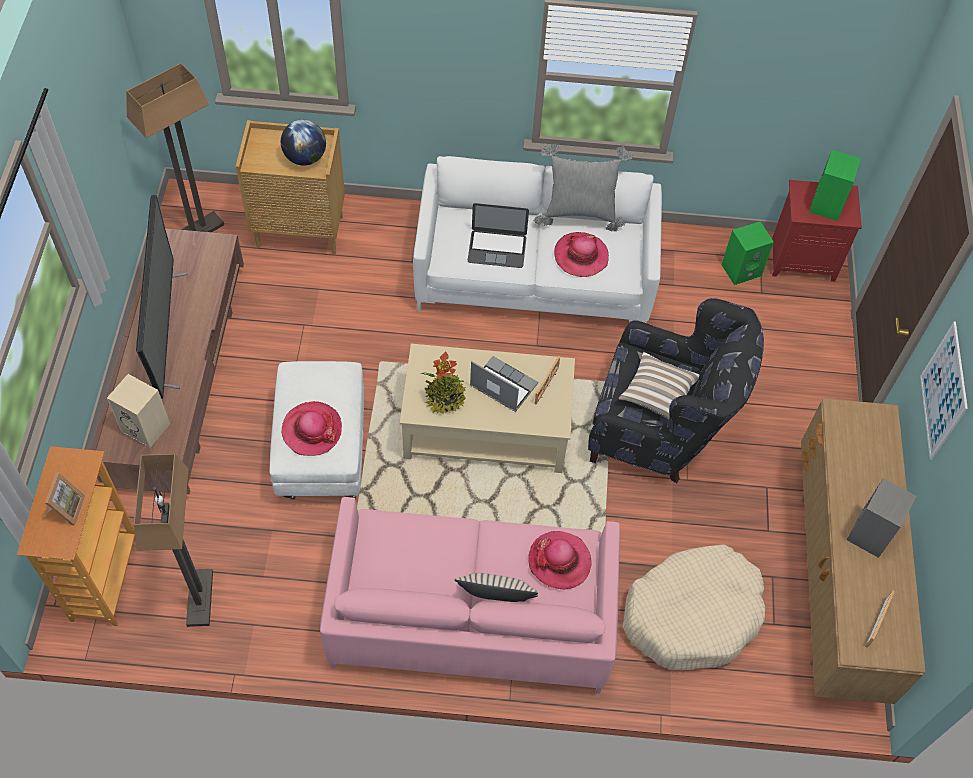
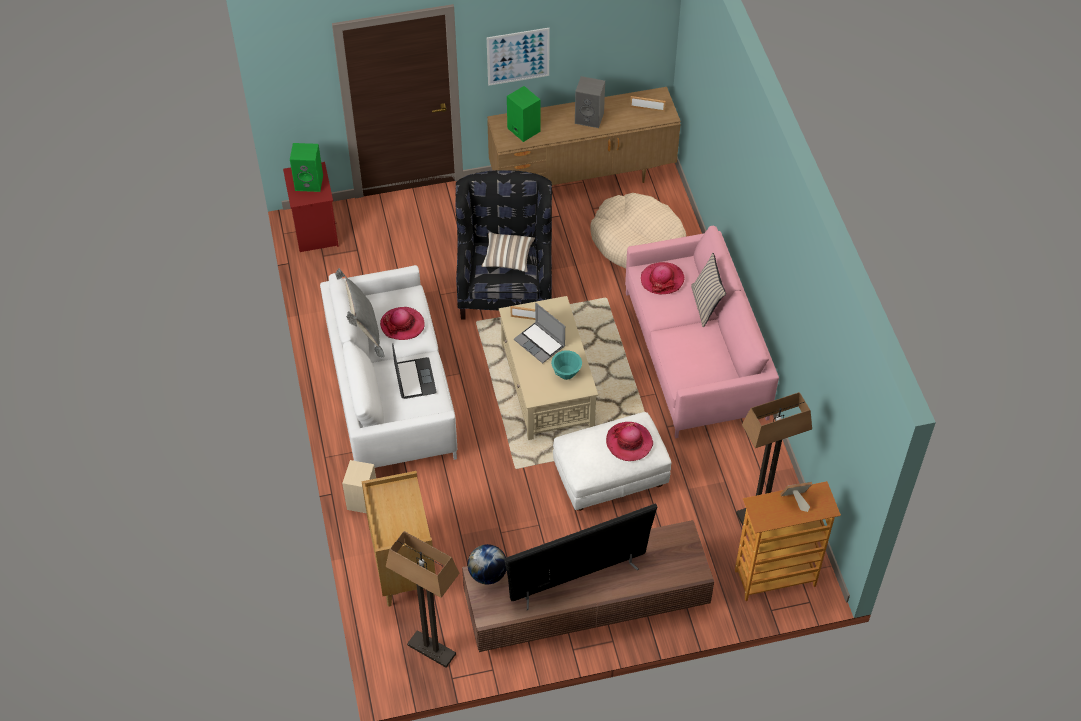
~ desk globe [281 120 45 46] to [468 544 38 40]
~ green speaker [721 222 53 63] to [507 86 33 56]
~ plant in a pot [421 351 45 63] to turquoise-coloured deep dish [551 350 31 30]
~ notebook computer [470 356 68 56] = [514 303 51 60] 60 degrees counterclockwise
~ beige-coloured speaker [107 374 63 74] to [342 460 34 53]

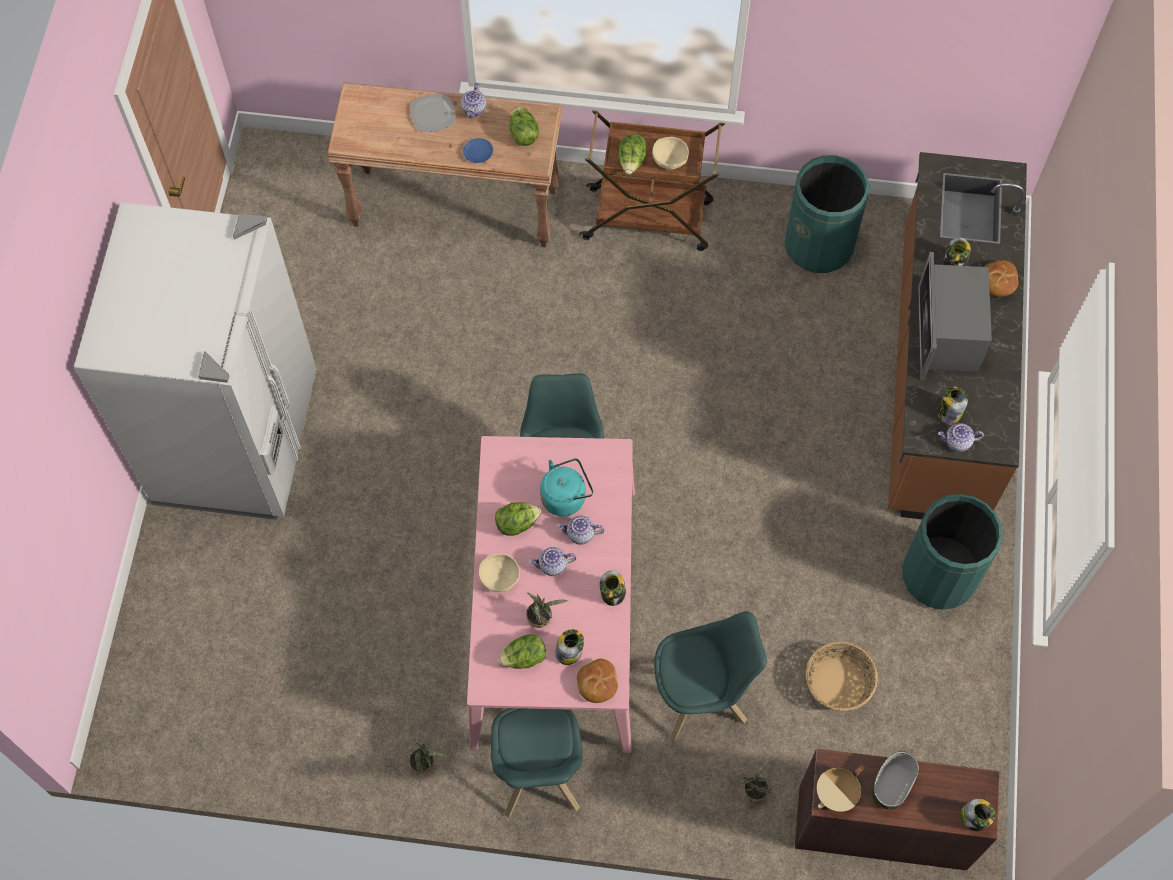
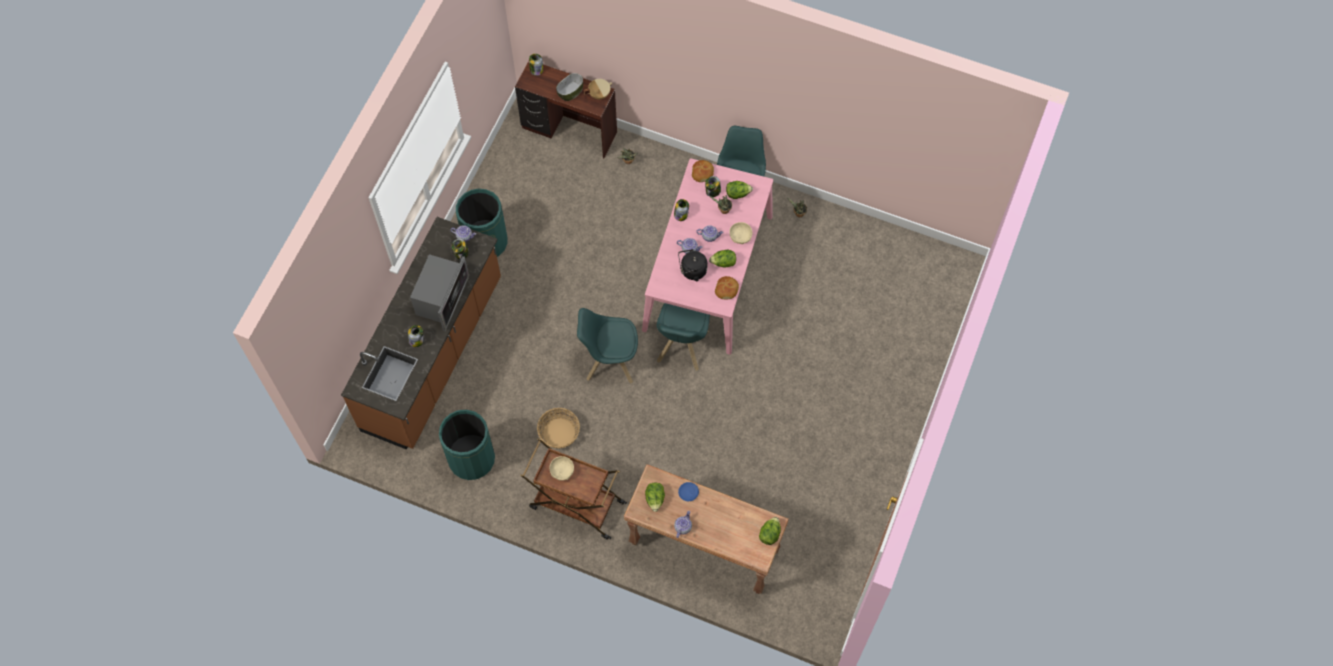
- flat dish [410 94 46 38]
~ lettuce [618 134 29 40] to [759 517 22 28]
- white fridge [74 202 242 318]
~ bread [984 260 34 37] to [715 276 24 23]
~ turquoise-coloured kettle [540 458 53 58] to black kettle [678 249 30 32]
~ turquoise-coloured chair [653 611 114 130] to [577 308 61 75]
~ storage basket [806 641 72 70] to [537 408 43 41]

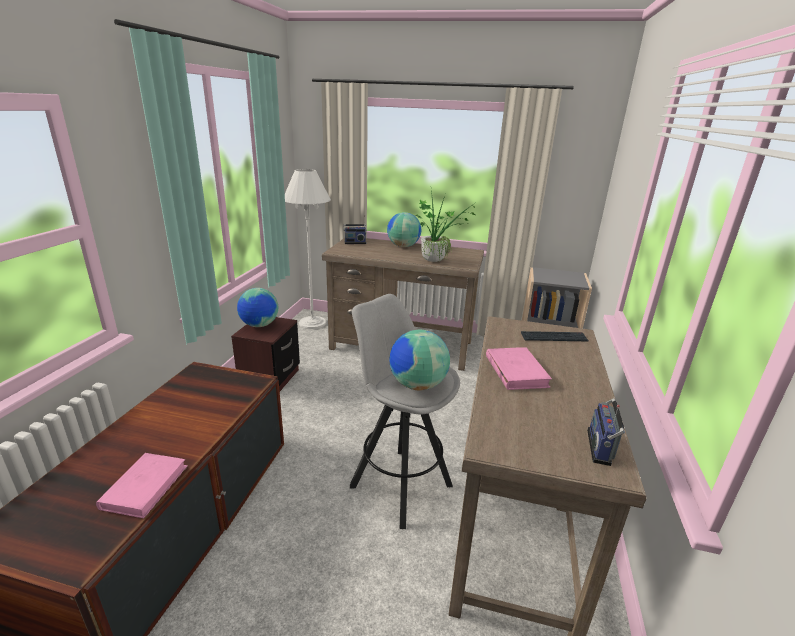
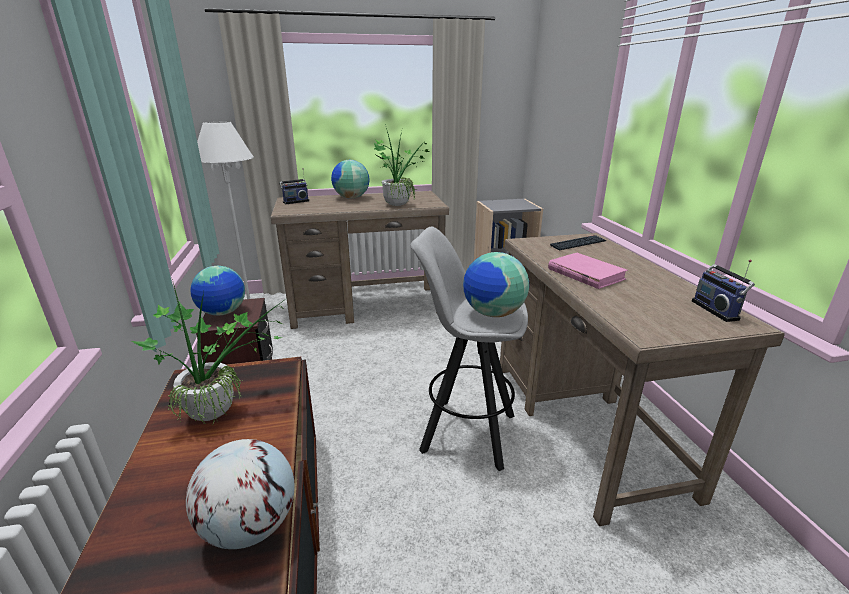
~ pink-coloured bound book [96 453 92 65] to desk globe [186 439 109 110]
+ plant in a pot [131 279 156 146]

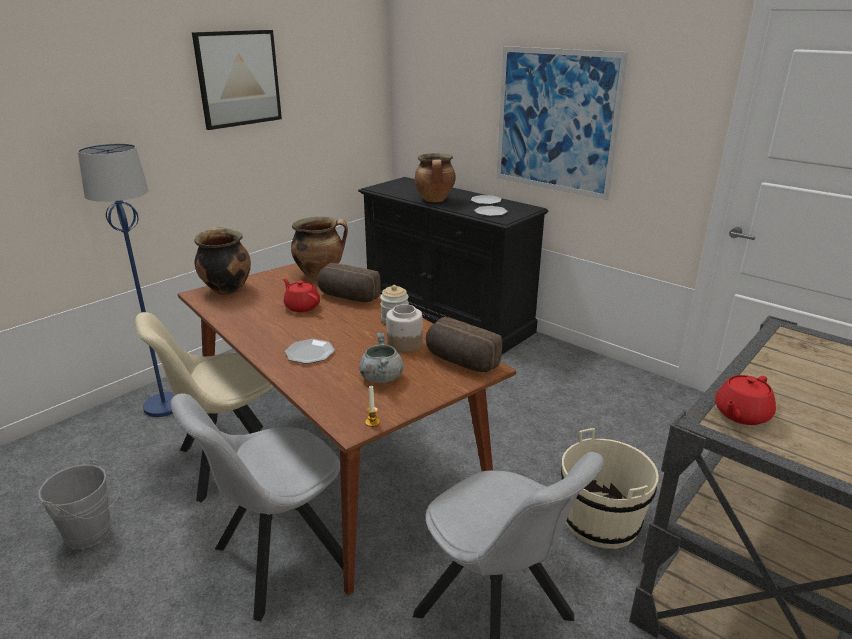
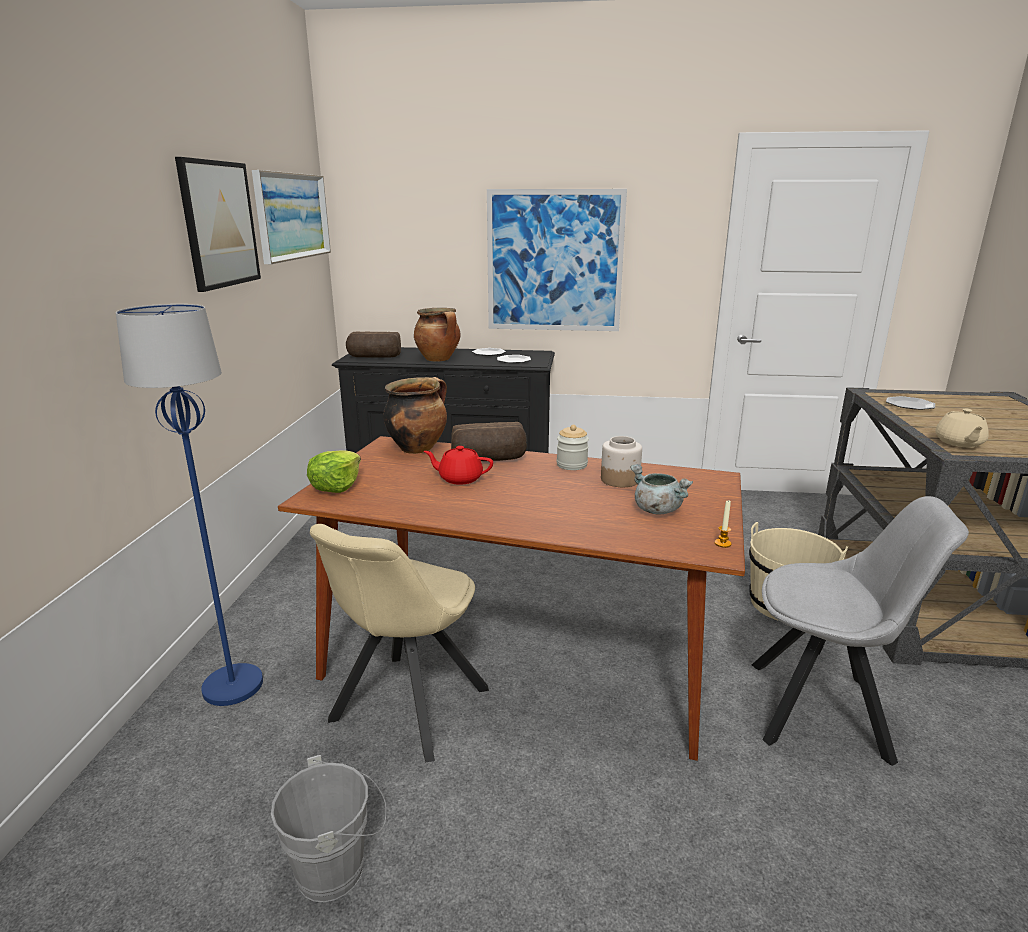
~ saucepot [194 227 57 68] to lettuce [307 450 54 43]
~ bread [426 317 76 55] to [346 332 55 26]
~ flat dish [285 339 50 25] to [886 396 49 14]
~ reddish teapot [715 375 61 50] to beige-coloured teapot [935 408 54 39]
- greyish chair [171 394 172 228]
+ wall picture [252 170 79 94]

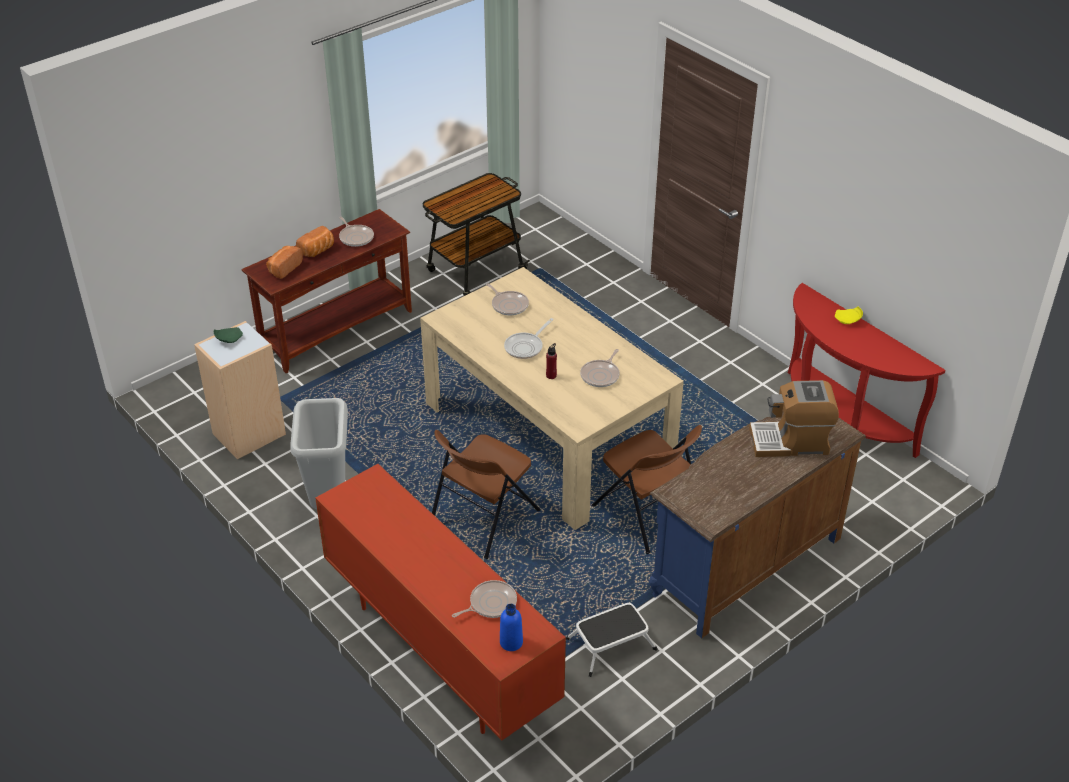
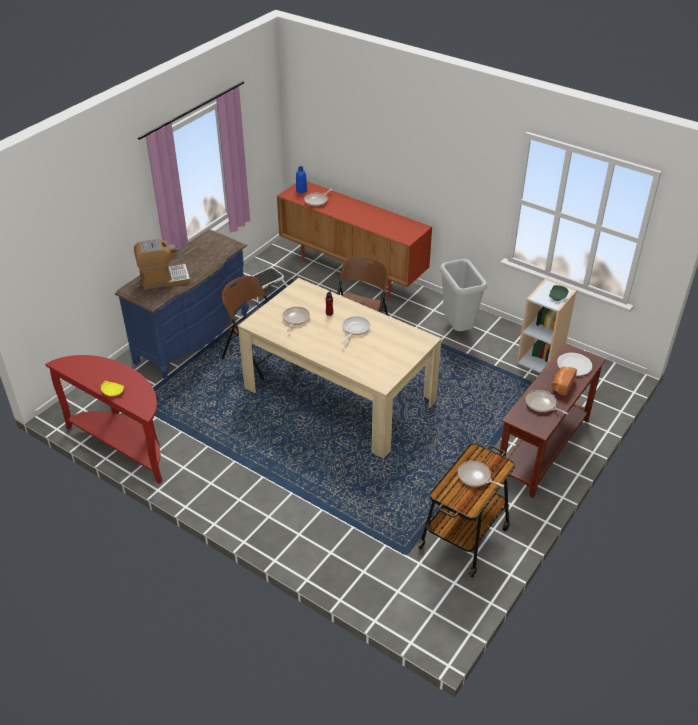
~ bread [266 246 37 33] to white flat dish [557 353 35 23]
~ skillet [486 283 43 32] to [458 461 46 26]

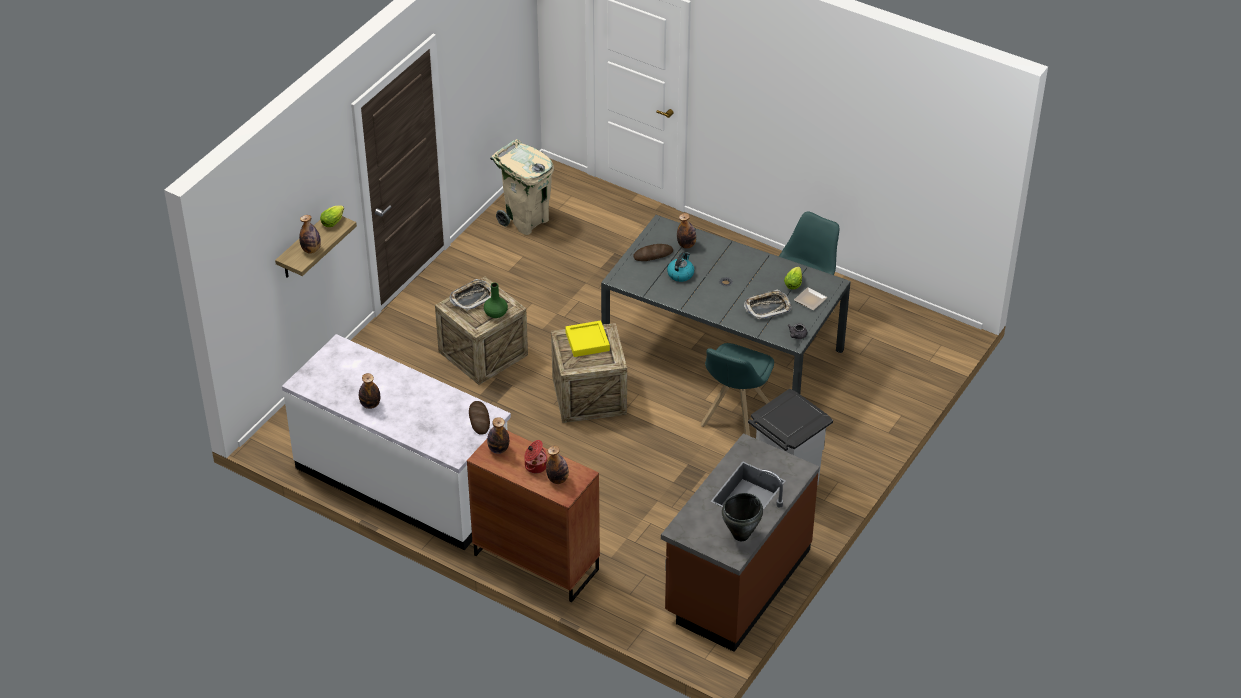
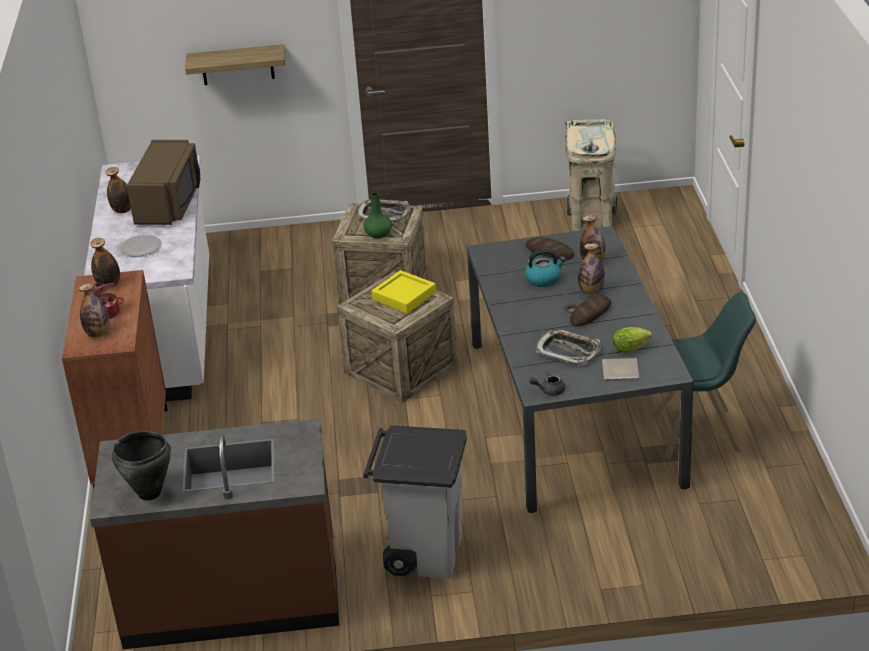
- lettuce [320 206 24 21]
~ drink bottle [299 215 22 39] to [578 244 27 51]
- turquoise-coloured chair [700 343 74 93]
~ bread [469 401 21 34] to [570 296 42 30]
+ brown-coloured microwave [127 140 74 85]
+ flat dish [120 235 42 22]

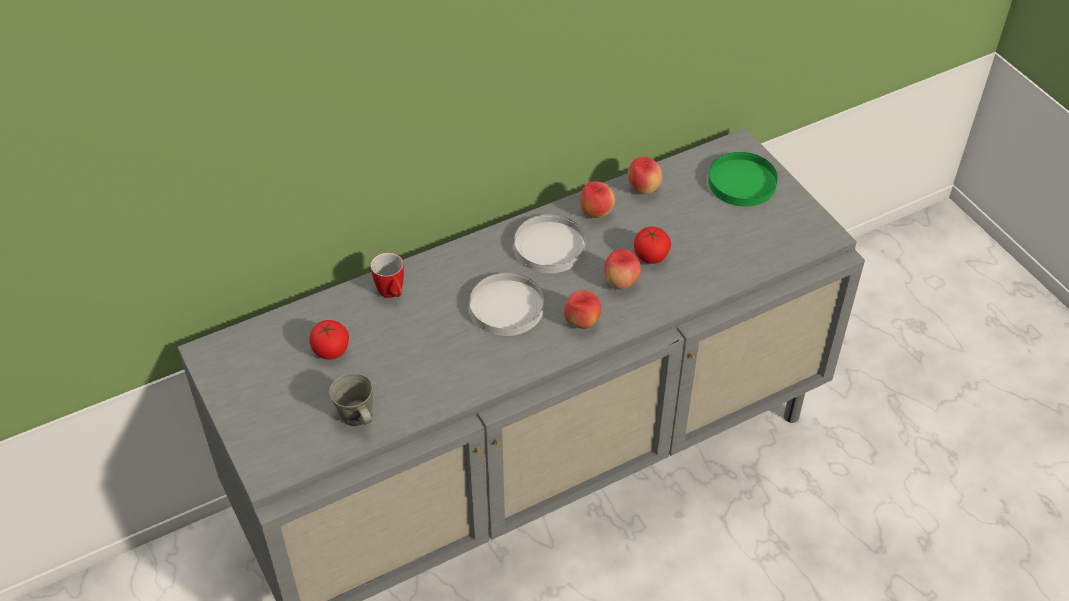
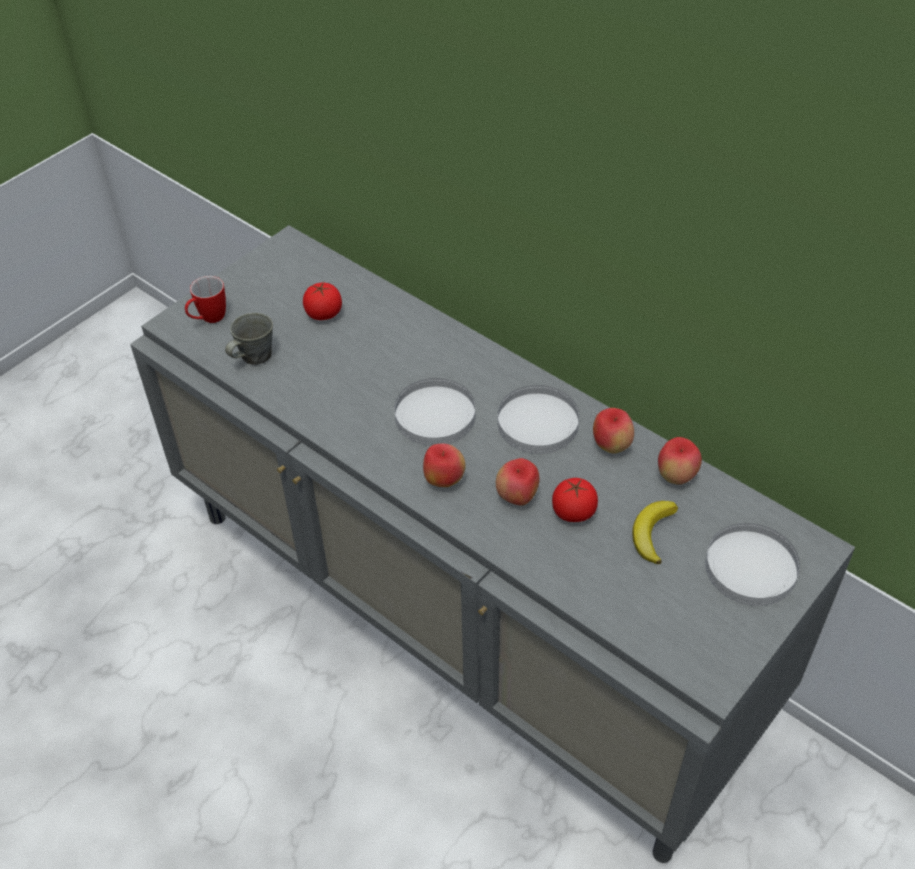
~ green flat dish [708 152 70 55] to white flat dish [705 523 95 83]
~ mug [370 253 34 45] to [185 276 41 47]
+ banana [632 501 46 63]

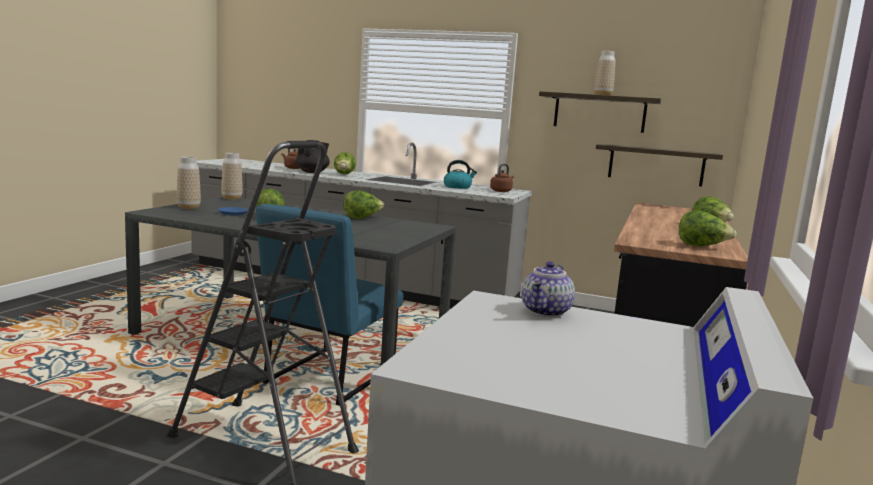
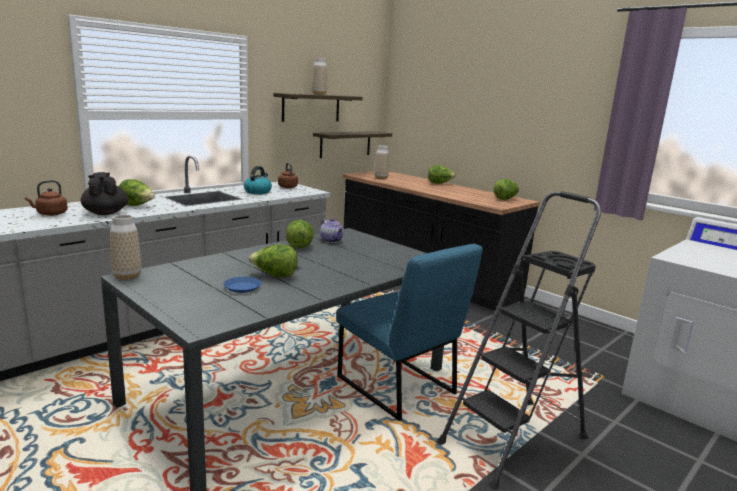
~ decorative vase [176 157 25 52] to [374 145 15 34]
~ teapot [521 261 54 56] to [320 218 24 25]

